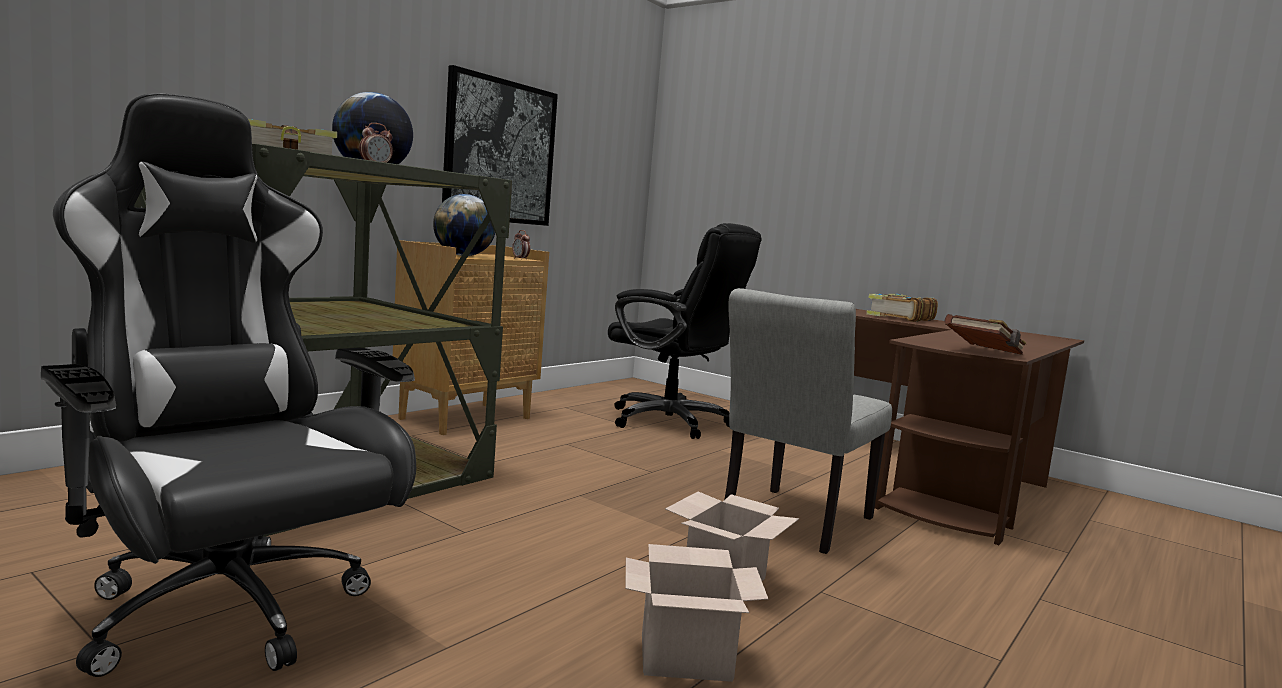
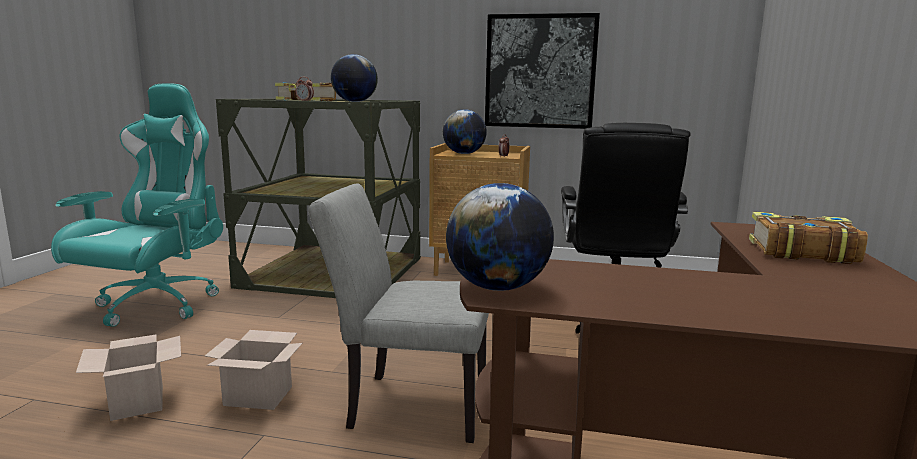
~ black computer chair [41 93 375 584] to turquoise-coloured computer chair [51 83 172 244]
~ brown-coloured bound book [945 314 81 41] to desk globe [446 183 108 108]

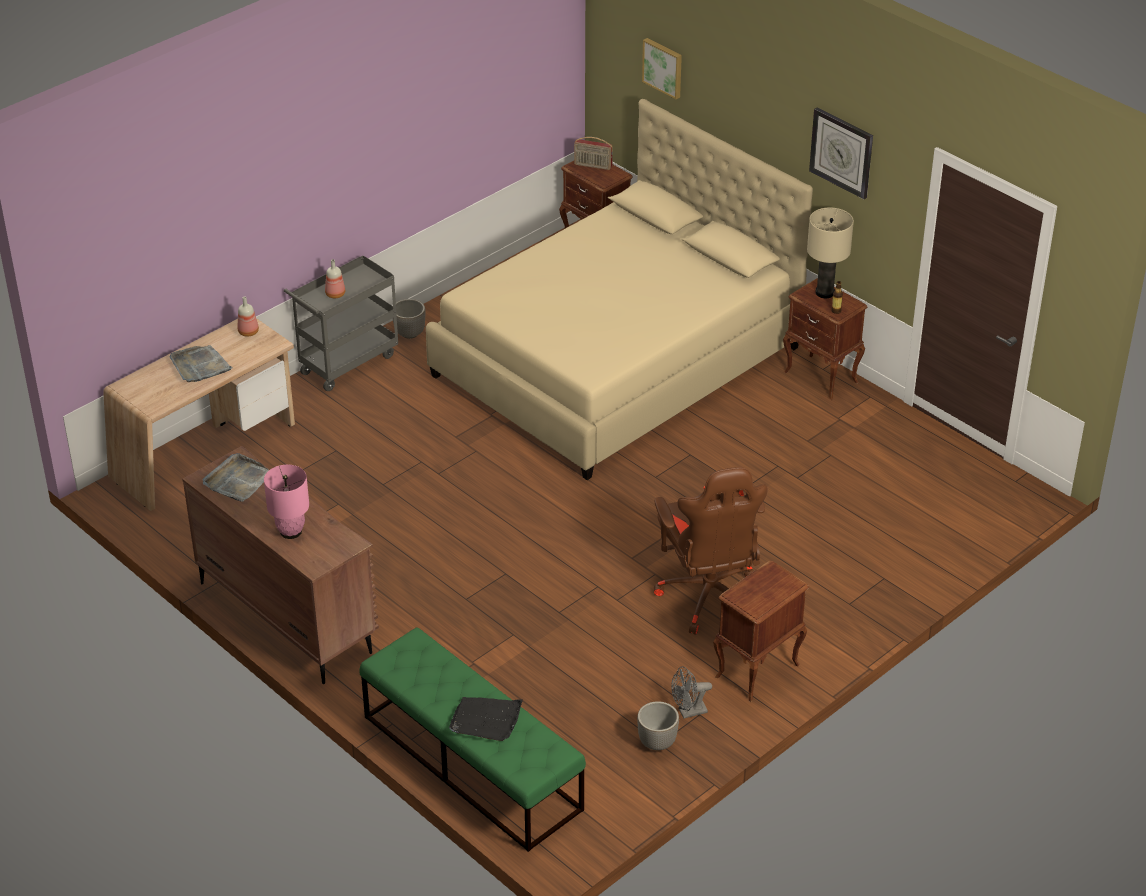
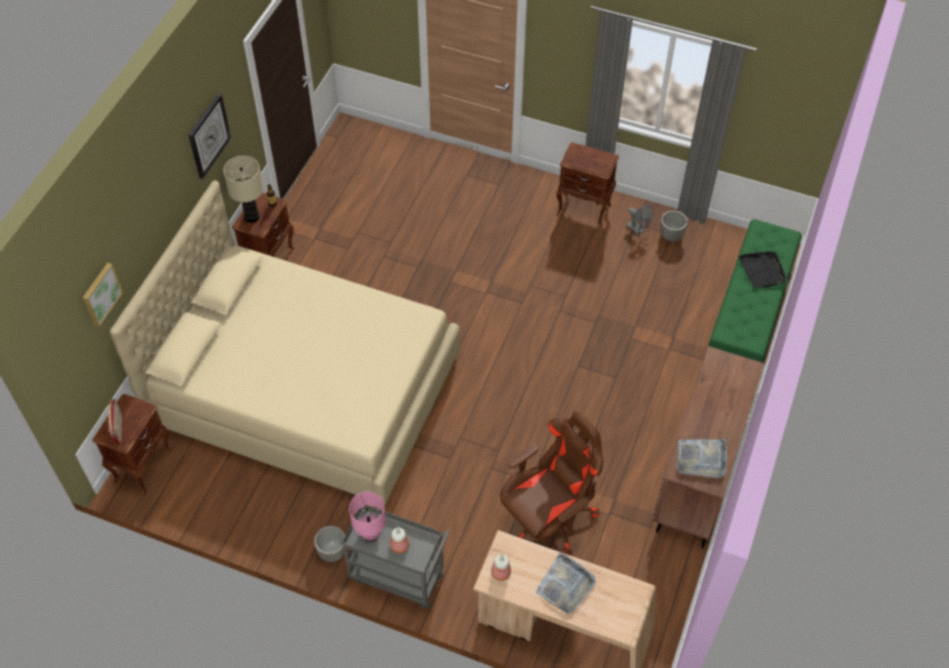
~ pink-coloured table lamp [264 465 45 74] to [349 492 37 50]
~ brown-coloured computer chair [654 467 114 168] to [500 412 103 143]

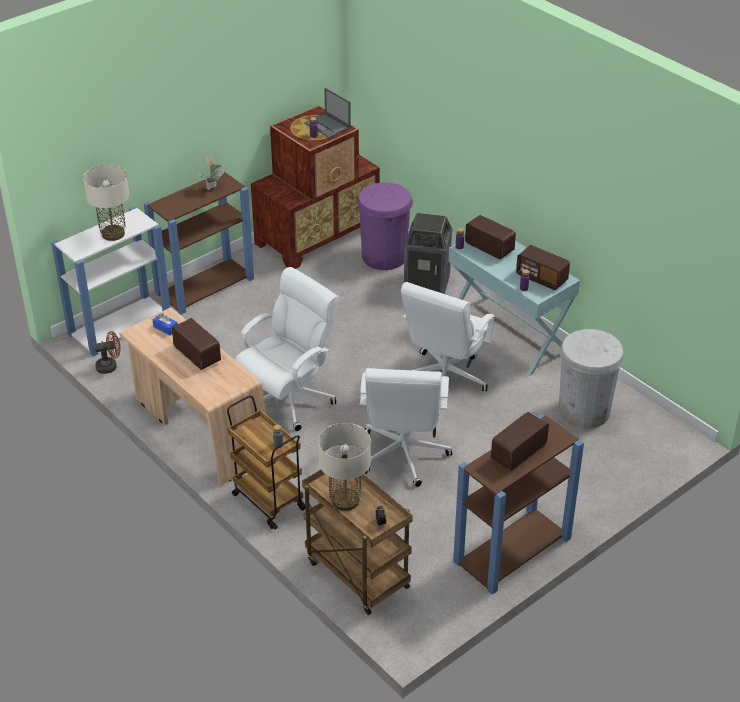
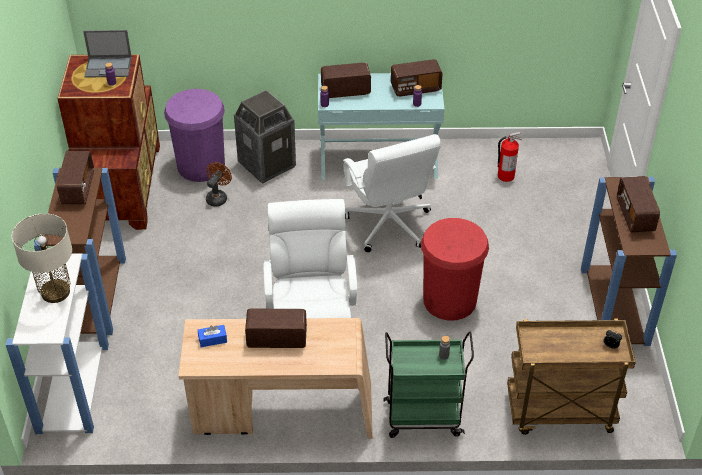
~ plant in a pot [198 156 26 34] to radio set [57 151 37 53]
~ white waste bin [559 329 66 100] to fire extinguisher [498 131 24 51]
~ brown-coloured fan [94 331 27 43] to [206 162 26 45]
~ white computer chair [360 368 92 119] to reddish waste bin [421 218 68 102]
~ brown-coloured wheeled cart [227 395 79 135] to green wheeled cart [384 332 90 106]
- table lamp [318 423 53 88]

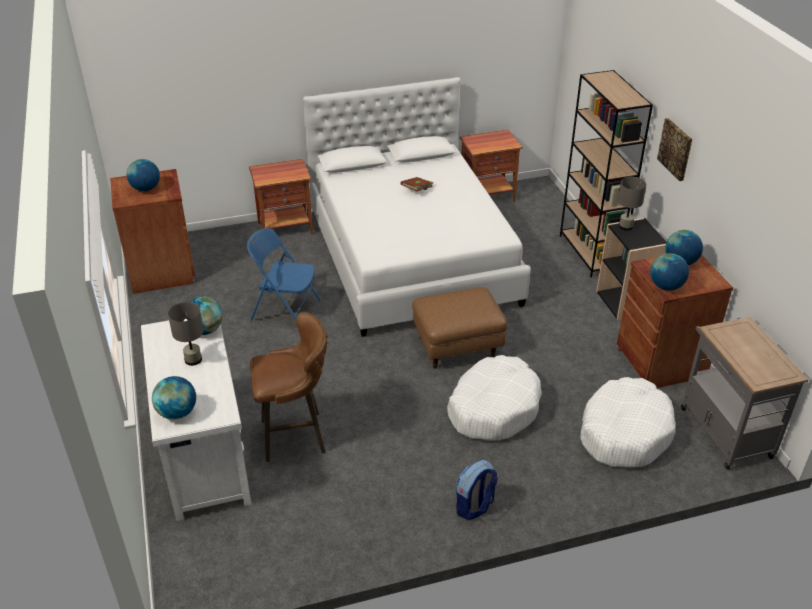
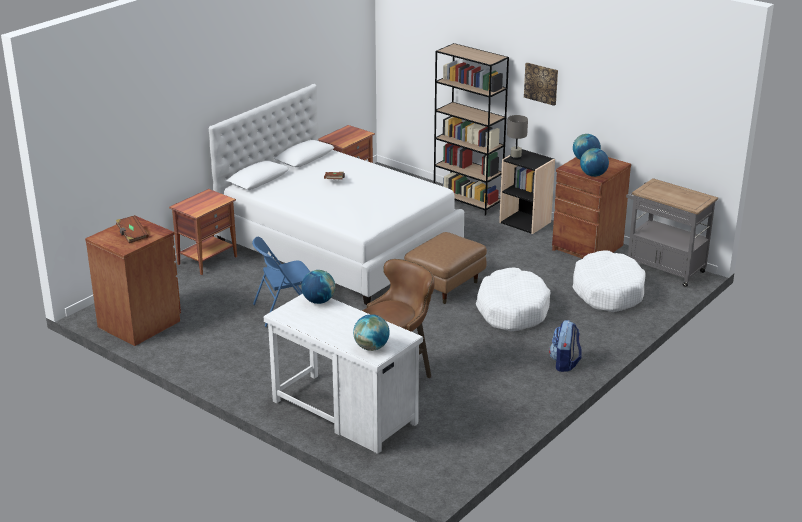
~ desk globe [127 159 33 32] to brown-coloured bound book [116 215 33 28]
- greyish table lamp [168 302 36 64]

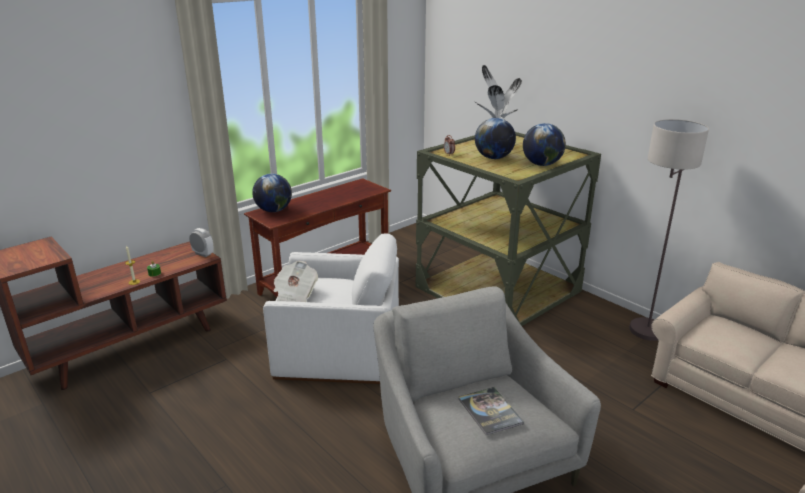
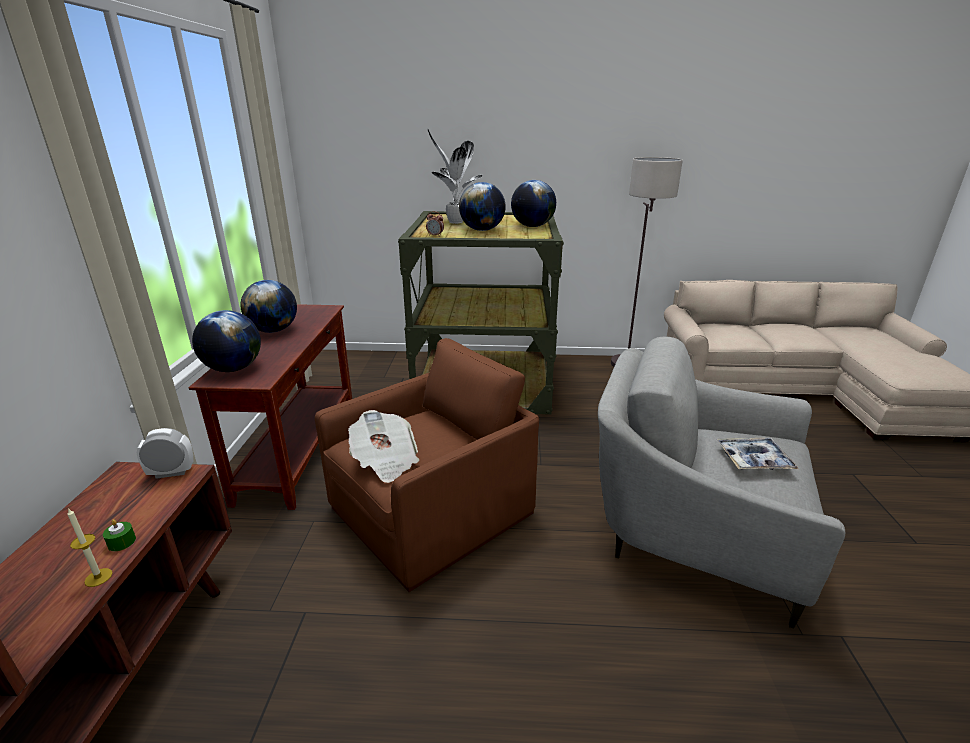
~ white lounge chair [263 233 136 151] to brown-coloured lounge chair [315 338 224 254]
~ bound book [459 387 65 48] to carrying tray [717 438 81 32]
+ desk globe [240 280 57 53]

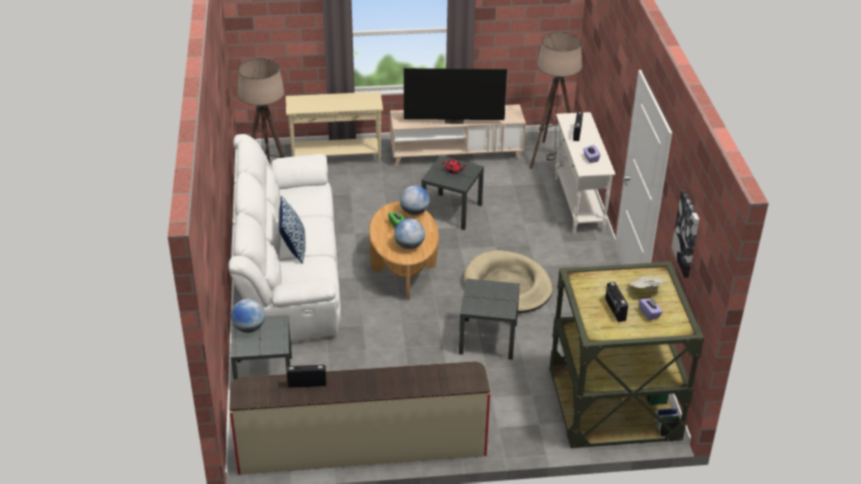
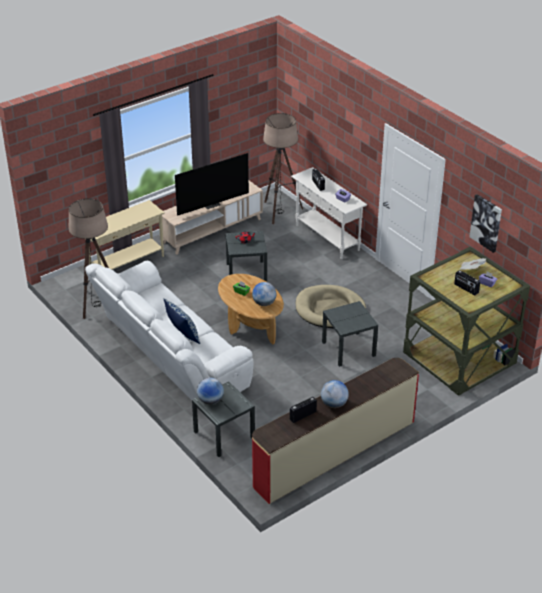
~ desk globe [400 185 30 30] to [321 380 28 28]

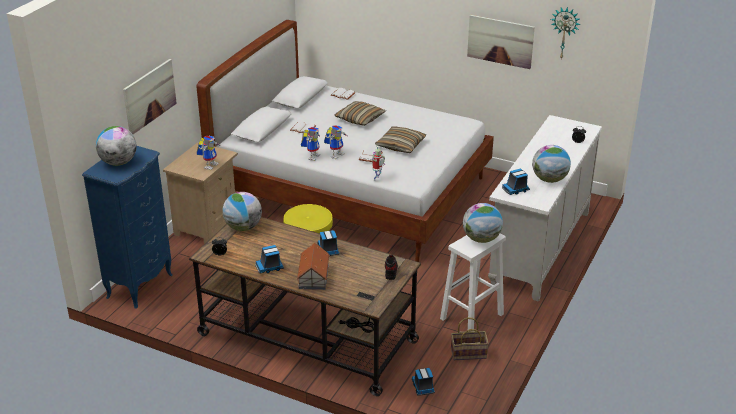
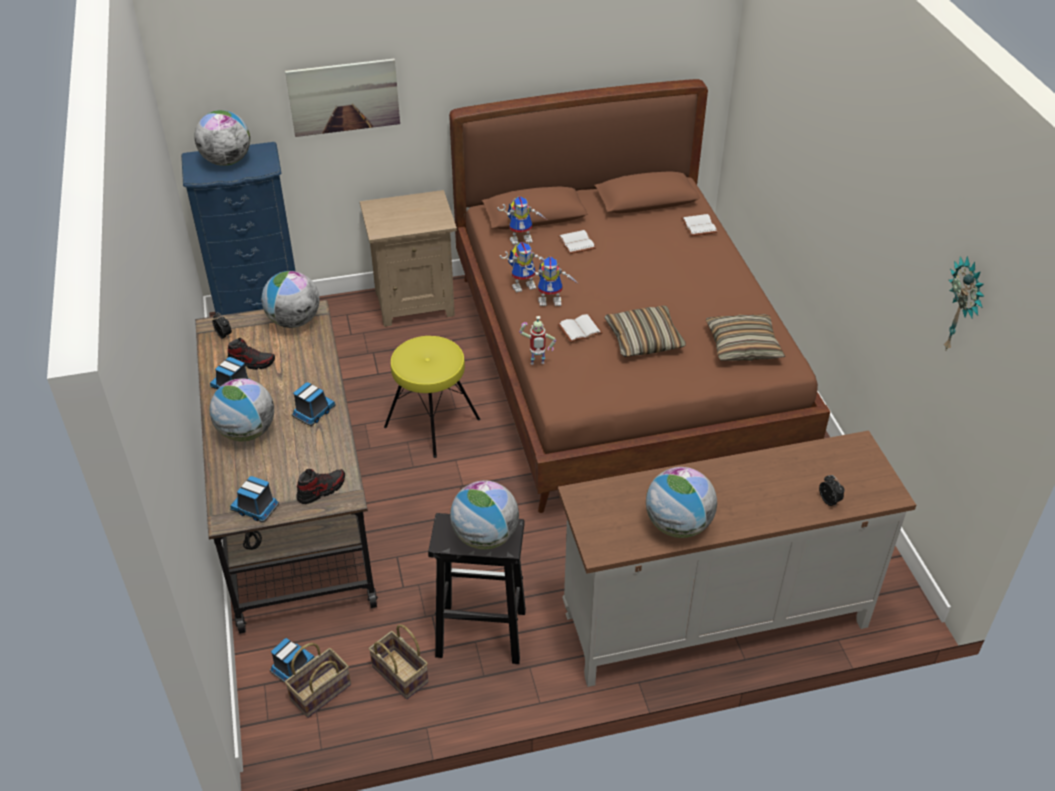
- wall picture [467 15 68 54]
~ white sleeping bed [196 20 298 242] to brown-coloured sleeping bed [449 79 381 434]
~ throw pillow [335 101 51 25] to [706 314 79 47]
~ white drawer chest [488 115 114 187] to brown-coloured drawer chest [558 430 358 257]
~ model robot [197 136 22 34] to [497 196 50 49]
~ model truck [502 169 28 26] to [230 476 49 47]
~ white stool [440 233 66 97] to black stool [428 513 98 151]
~ toy house [297 243 33 47] to desk globe [210 378 64 63]
+ low shoe [227 338 48 32]
+ storage basket [285 643 66 75]

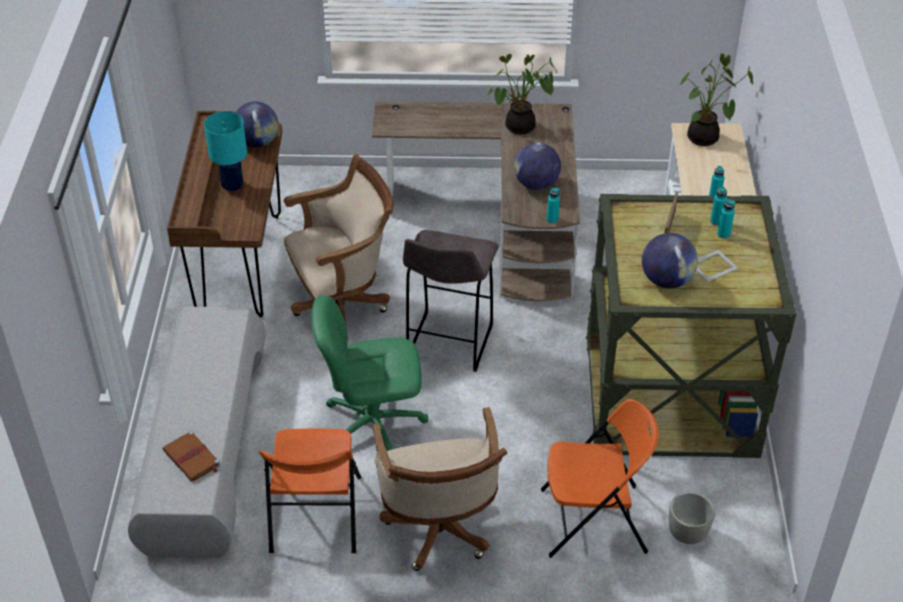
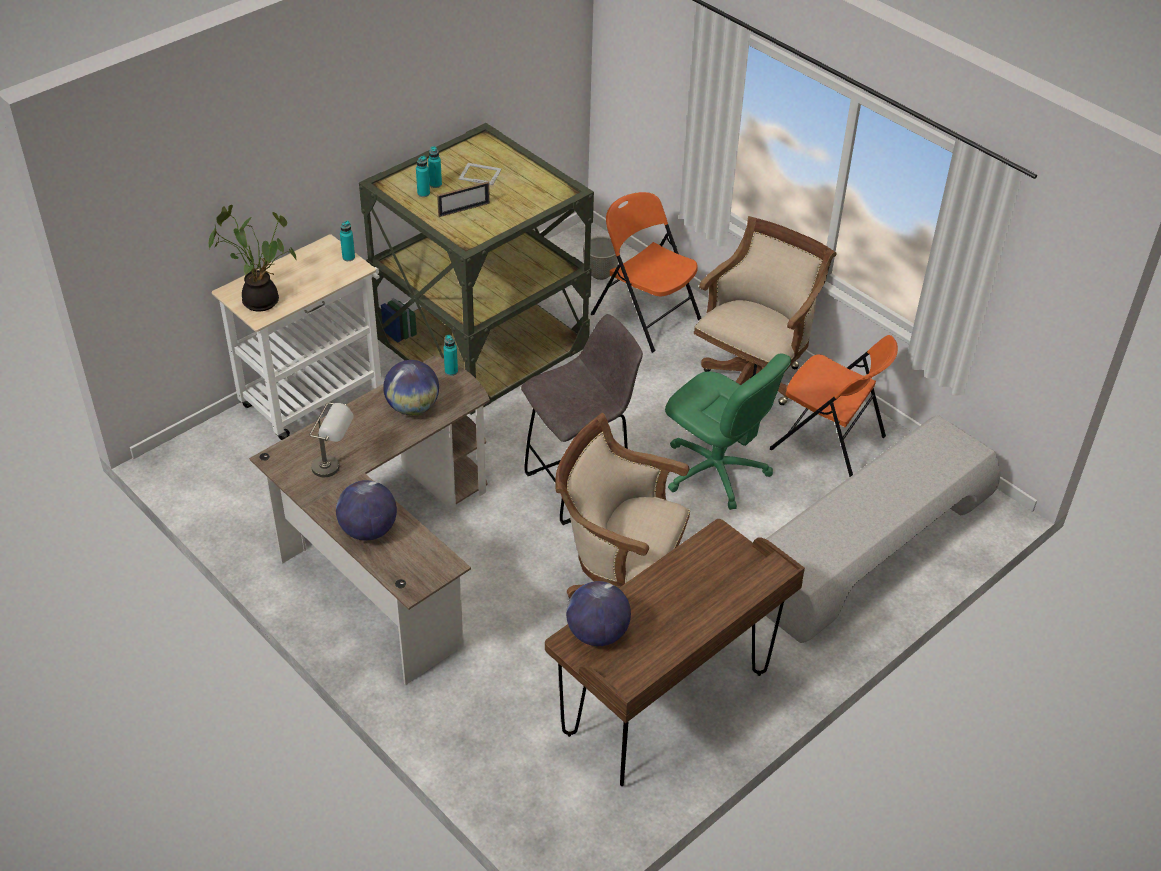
~ plant in a pot [487 54 70 81] to greyish table lamp [309 402 45 75]
- turquoise-coloured table lamp [204 111 43 80]
~ desk globe [642 233 56 55] to [336 480 61 61]
~ orangey chair [259 429 102 124] = [770 335 128 142] 75 degrees clockwise
- brown-coloured bound book [163 431 58 51]

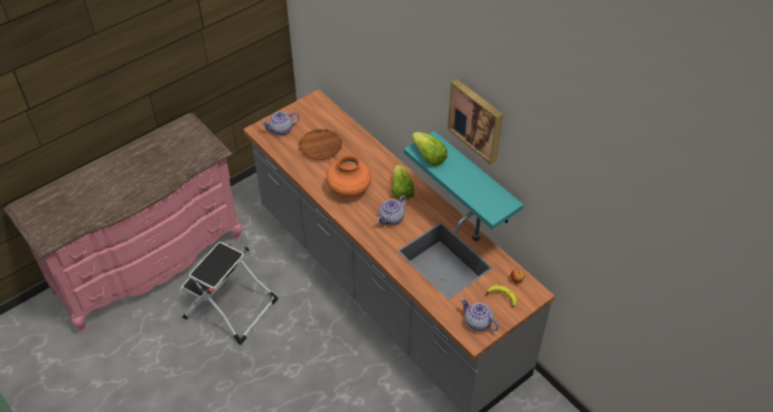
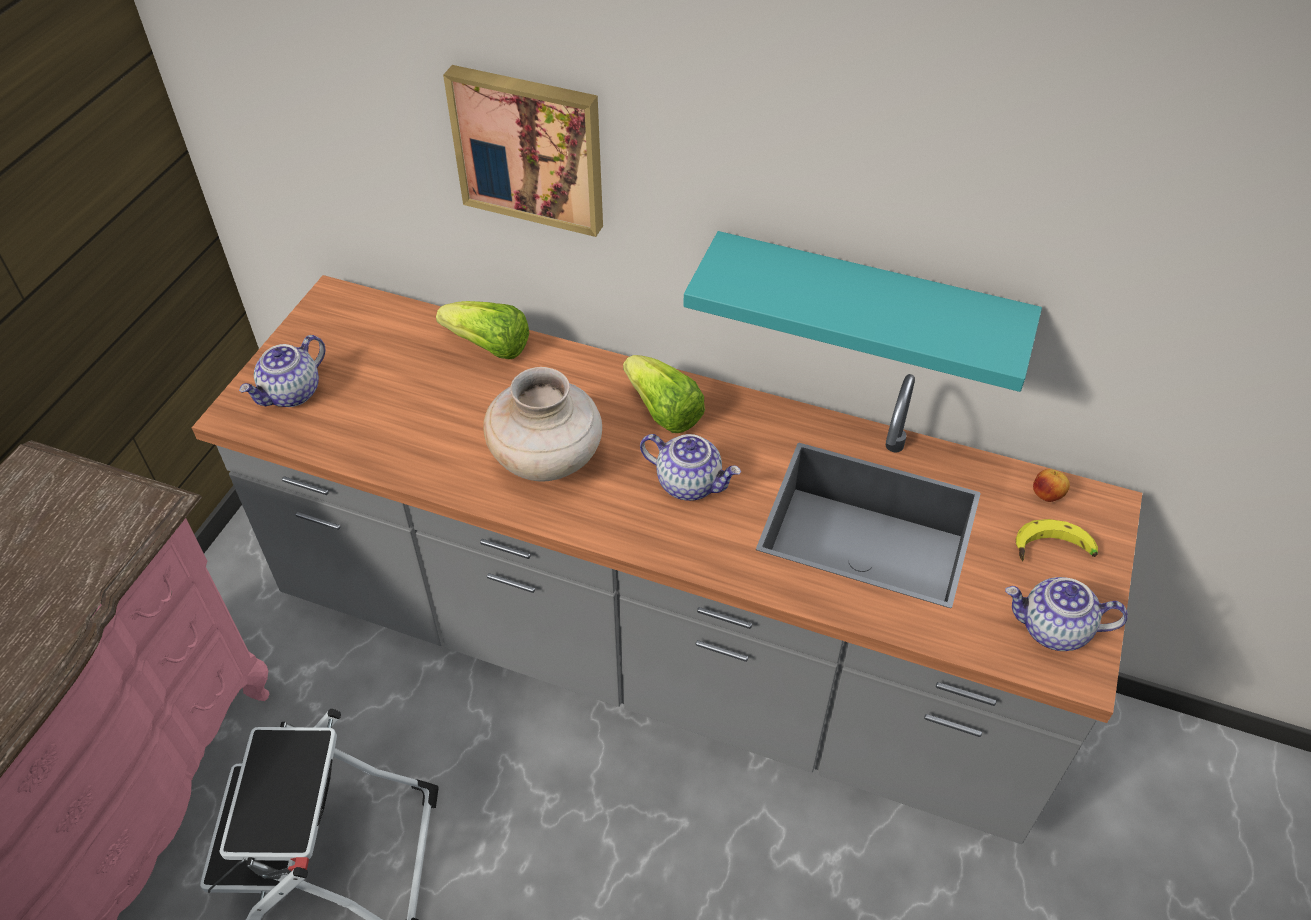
~ wall picture [448 79 55 86] to [443 65 160 172]
- brown-coloured flat dish [299 129 43 31]
~ lettuce [411 132 36 34] to [436 301 93 58]
~ orangey decorative vase [326 154 45 44] to beige-coloured decorative vase [483 367 119 114]
~ teapot [377 195 30 30] = [640 434 101 67] 75 degrees counterclockwise

